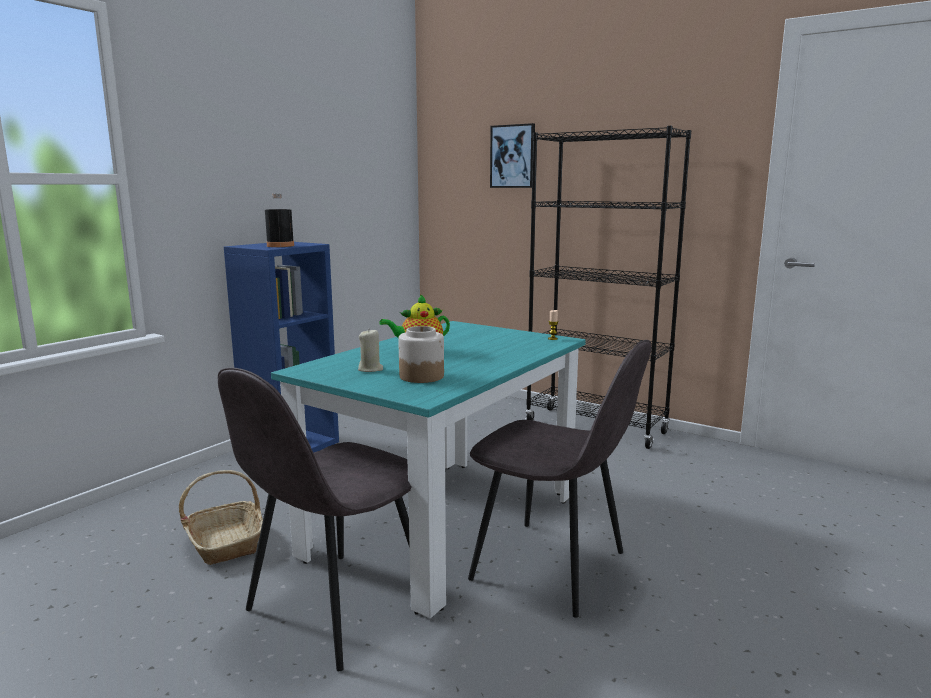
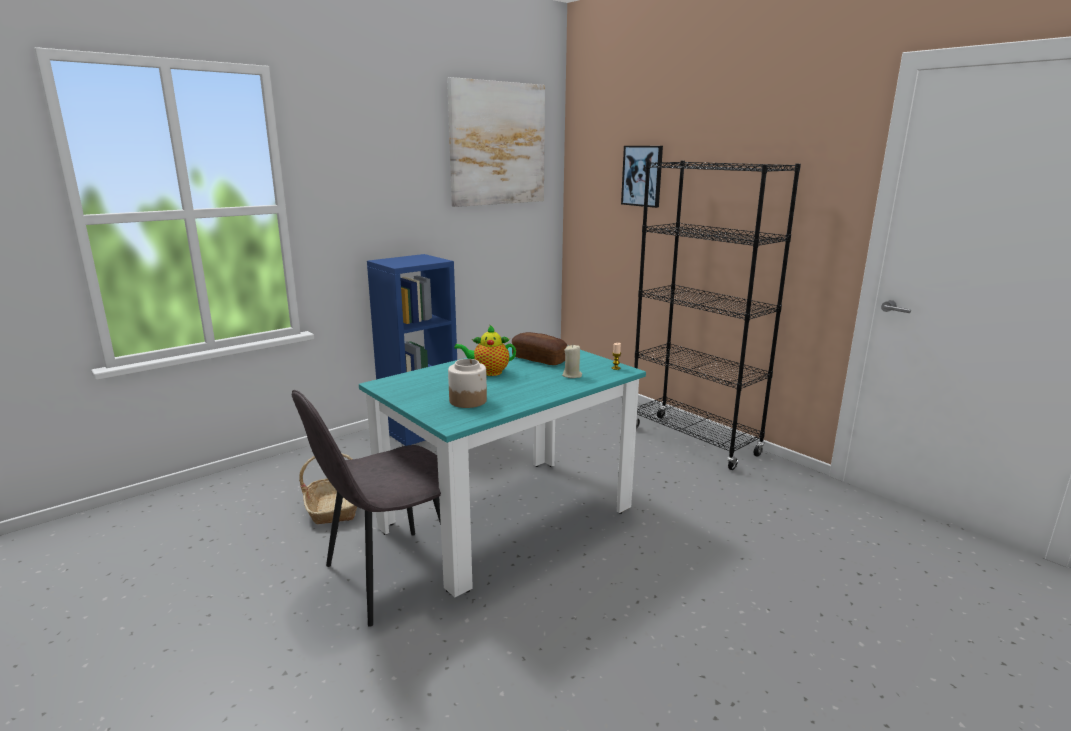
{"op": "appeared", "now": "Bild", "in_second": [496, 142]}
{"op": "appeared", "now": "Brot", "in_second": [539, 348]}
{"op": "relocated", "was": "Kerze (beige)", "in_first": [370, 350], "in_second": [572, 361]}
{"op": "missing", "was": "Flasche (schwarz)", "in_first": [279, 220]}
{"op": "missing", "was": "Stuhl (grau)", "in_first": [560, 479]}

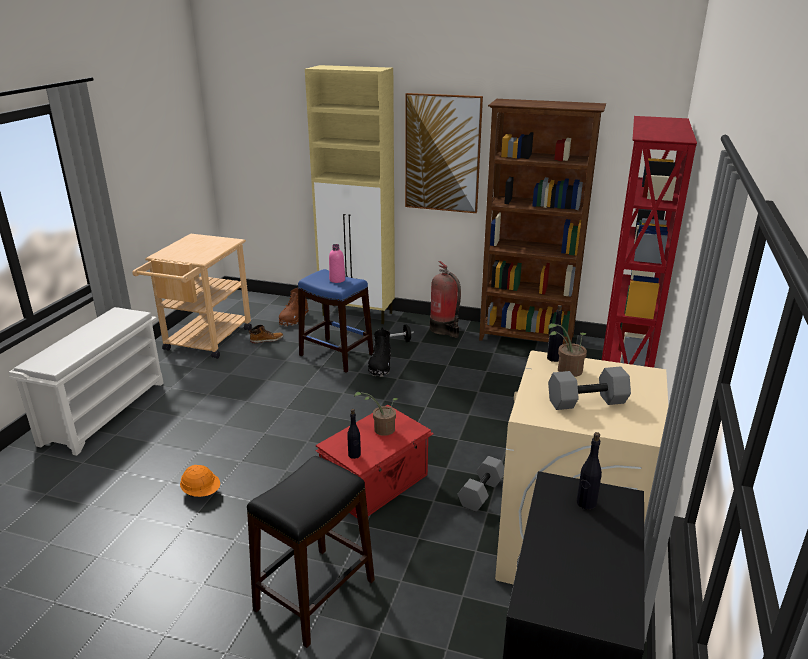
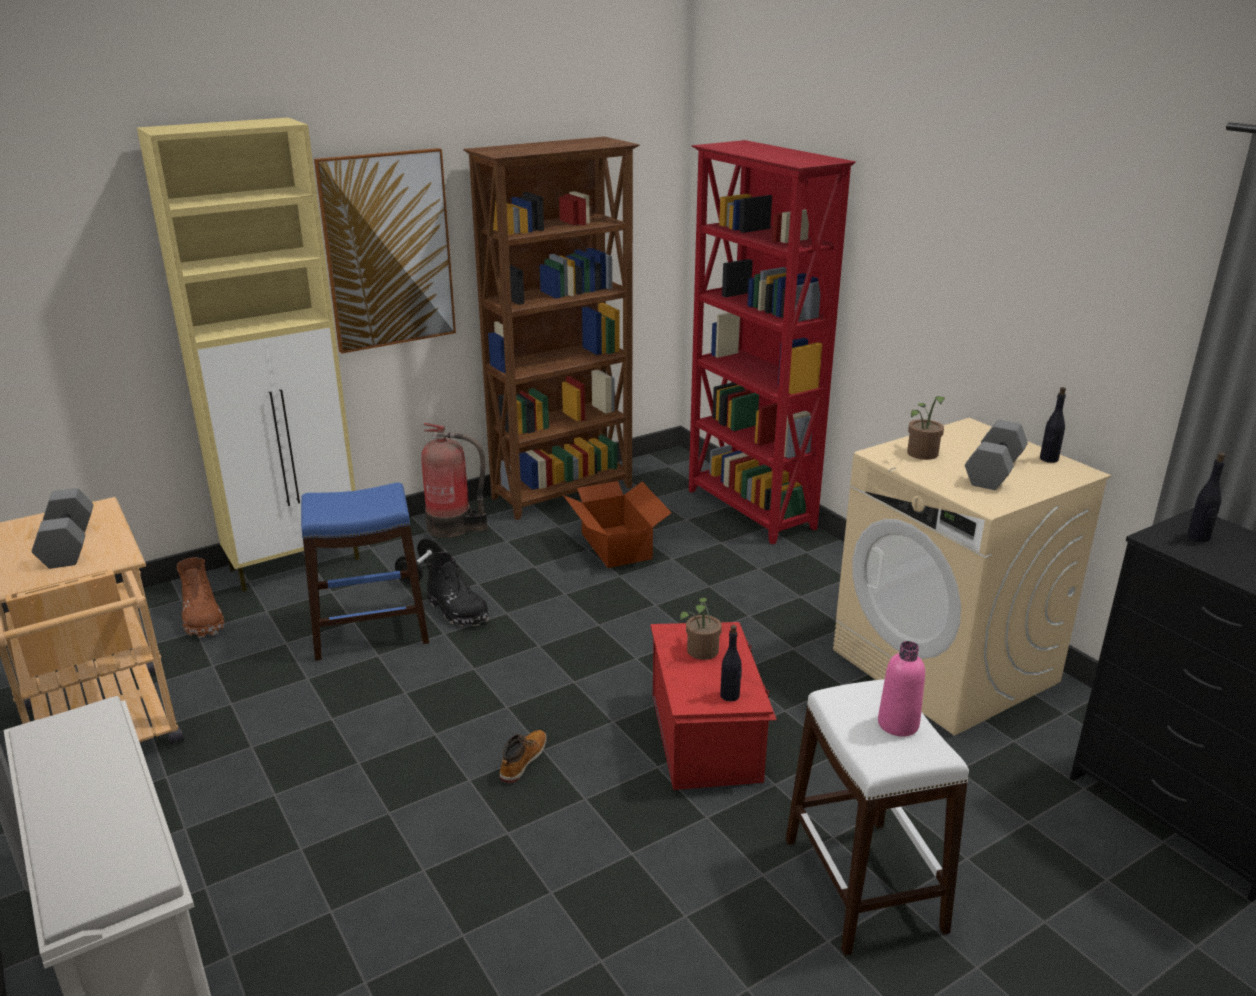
{"op": "relocated", "was": "Hantel (grau)", "in_first": [480, 484], "in_second": [62, 528]}
{"op": "relocated", "was": "Stiefel", "in_first": [266, 334], "in_second": [523, 756]}
{"op": "appeared", "now": "Karton", "in_second": [617, 524]}
{"op": "colour", "was": "Hocker (schwarz)", "now": "Hocker (weiß)", "in_first": [311, 552], "in_second": [877, 817]}
{"op": "relocated", "was": "Flasche (rosa)", "in_first": [337, 263], "in_second": [901, 689]}
{"op": "relocated", "was": "Flasche (schwarz)", "in_first": [555, 333], "in_second": [1053, 425]}
{"op": "missing", "was": "Schutzhelm (orange)", "in_first": [200, 481]}

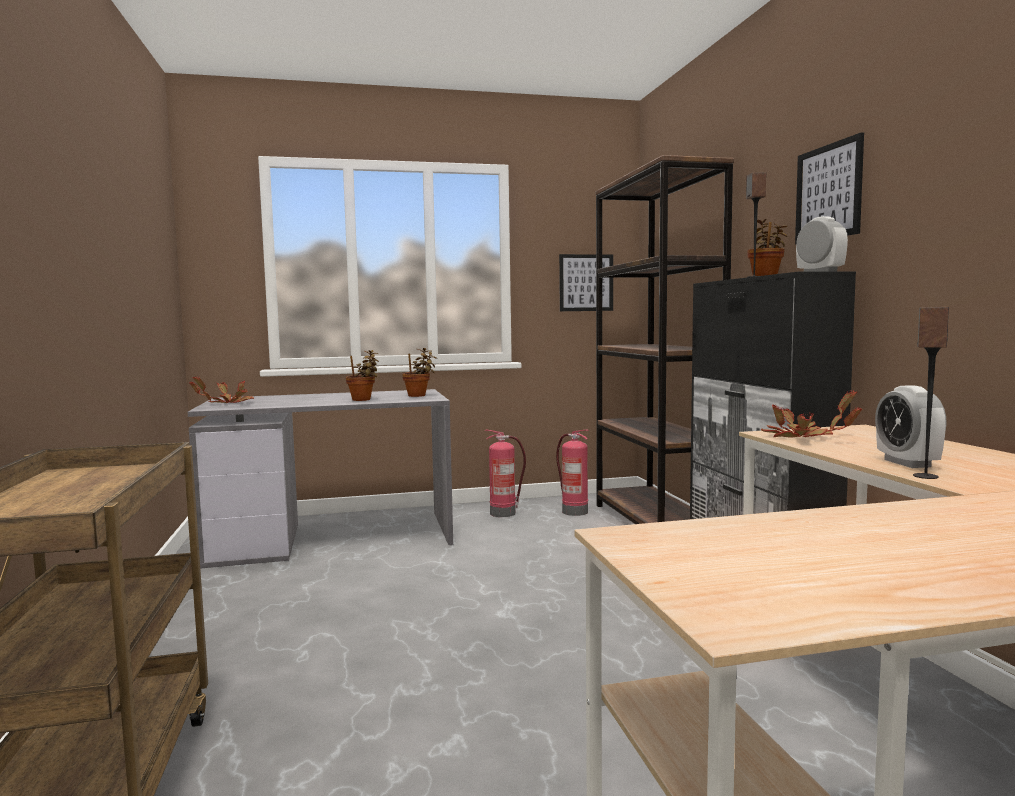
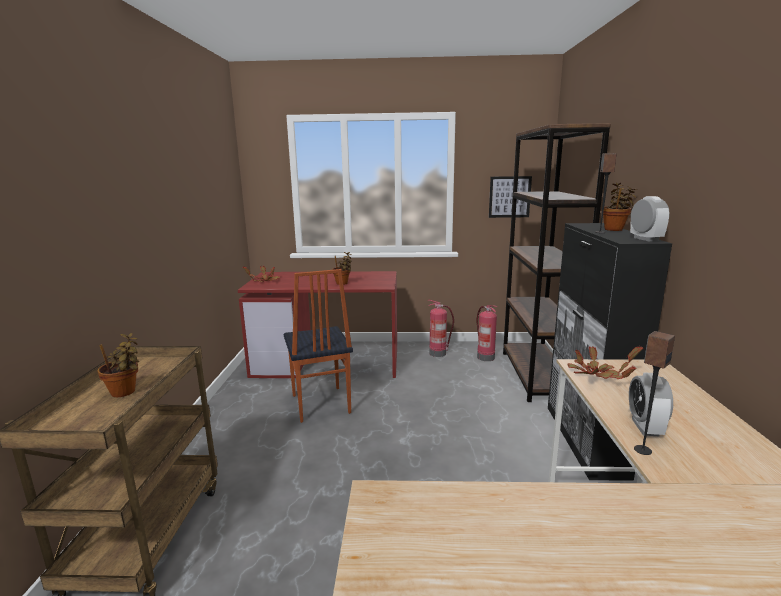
{"op": "relocated", "was": "Topfpflanze", "in_first": [419, 372], "in_second": [118, 365]}
{"op": "colour", "was": "Schreibtisch (grau)", "now": "Schreibtisch (rot)", "in_first": [320, 479], "in_second": [317, 324]}
{"op": "appeared", "now": "Stuhl", "in_second": [318, 346]}
{"op": "missing", "was": "Bild", "in_first": [829, 188]}

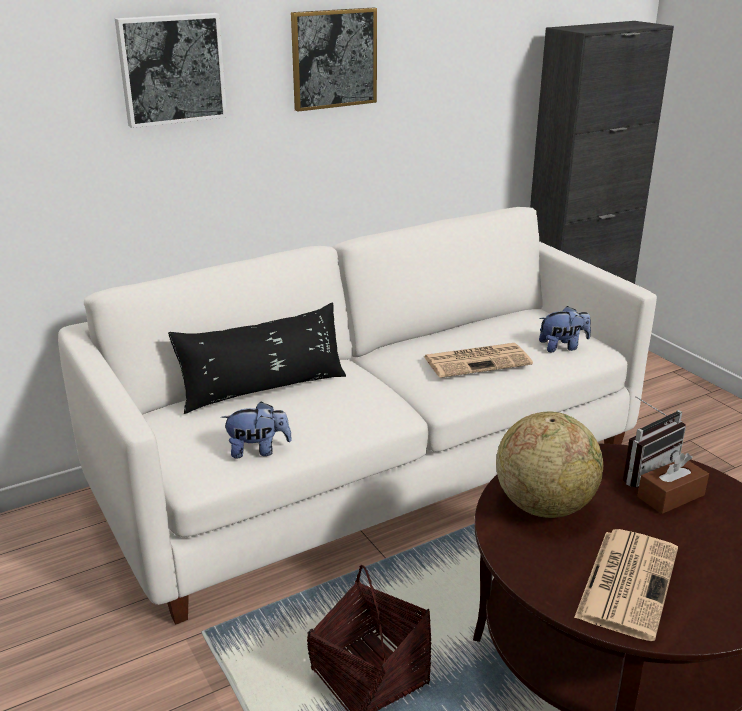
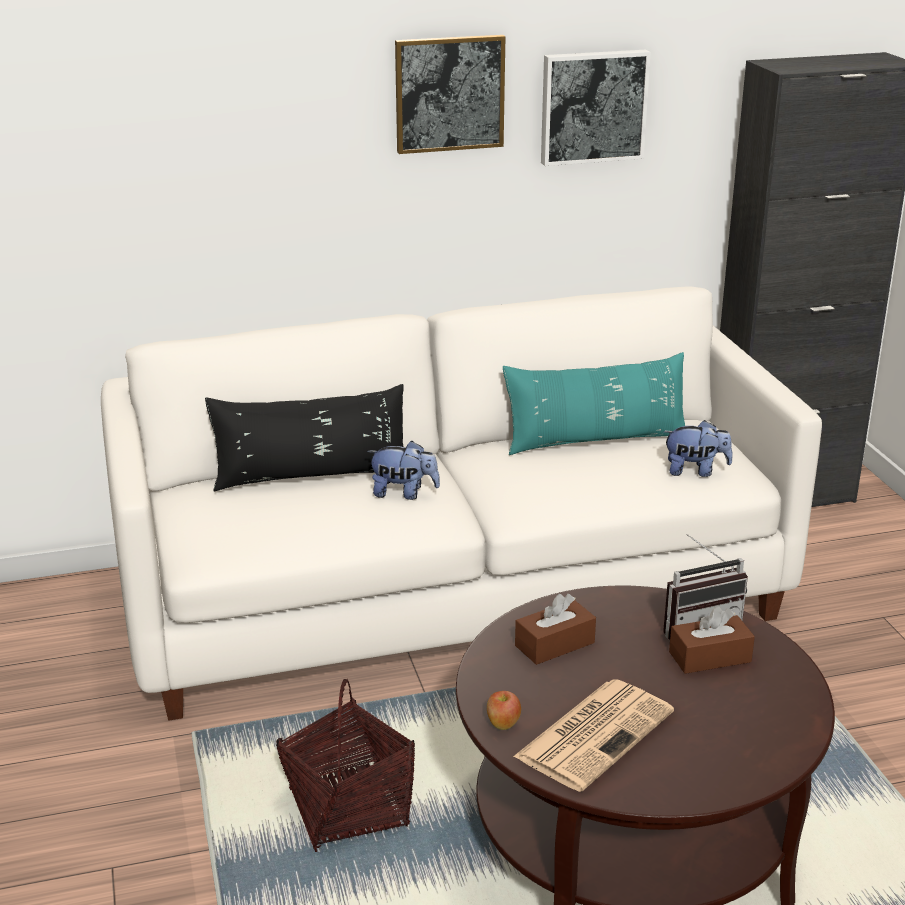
{"op": "relocated", "was": "Plüschtier", "in_first": [256, 429], "in_second": [403, 470]}
{"op": "appeared", "now": "Apfel", "in_second": [504, 710]}
{"op": "appeared", "now": "Kissen (türkis)", "in_second": [594, 403]}
{"op": "exchanged", "was": "Globus", "now": "Taschentuchbox (braun)", "in_first": [549, 465], "in_second": [555, 629]}
{"op": "relocated", "was": "Bild", "in_first": [171, 70], "in_second": [596, 108]}
{"op": "missing", "was": "Zeitung", "in_first": [478, 360]}

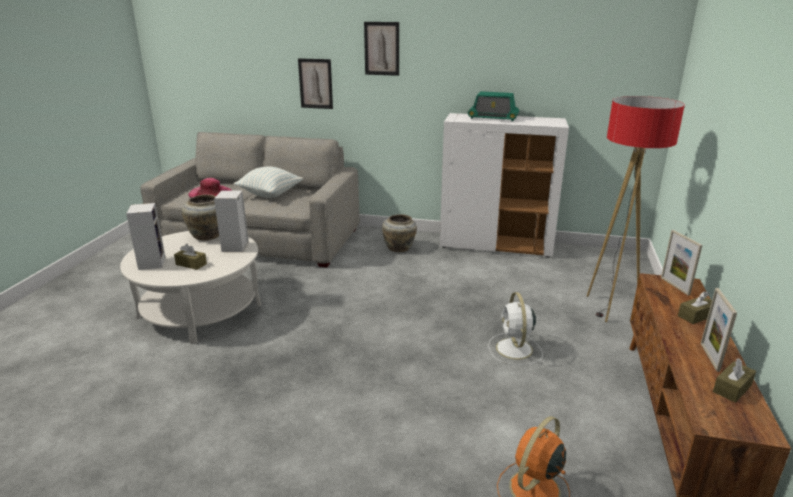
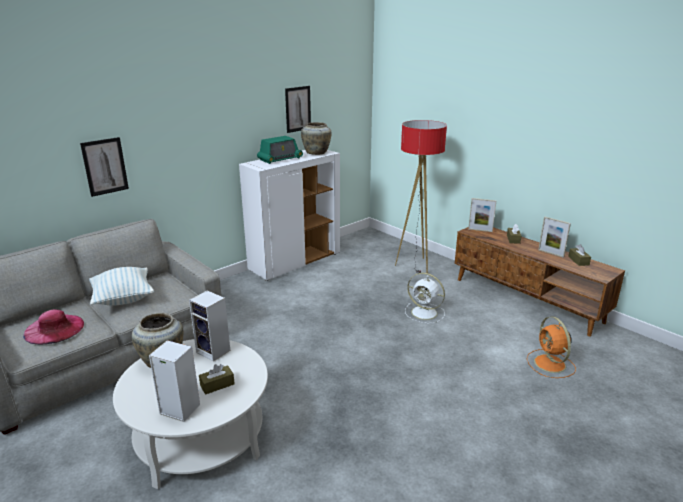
{"op": "relocated", "was": "Bild", "in_first": [381, 49], "in_second": [298, 109]}
{"op": "relocated", "was": "Vase (beige)", "in_first": [399, 233], "in_second": [316, 138]}

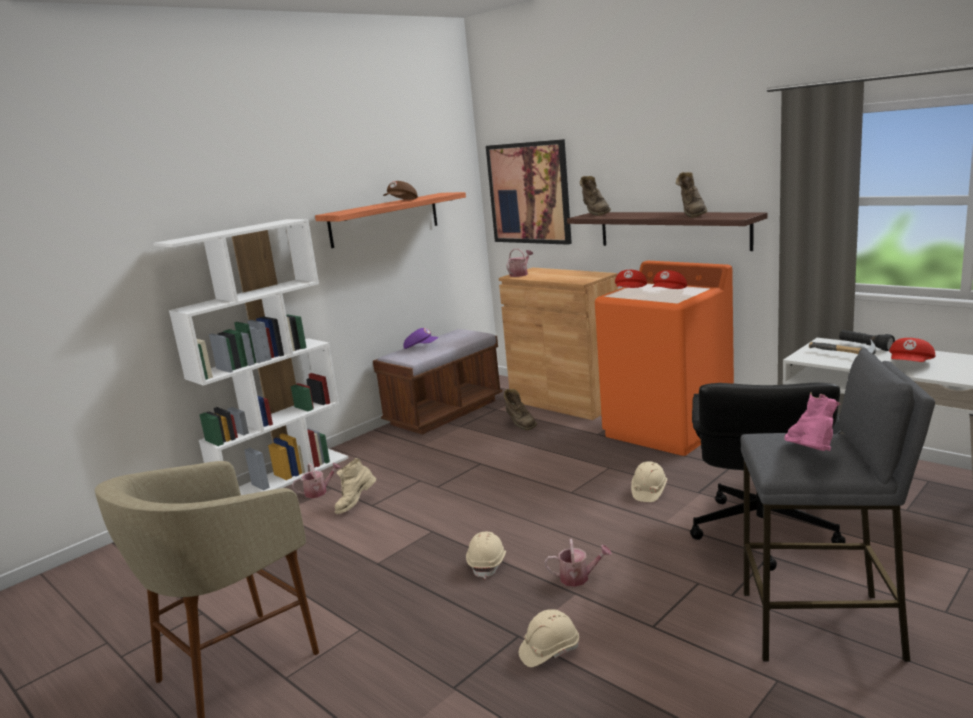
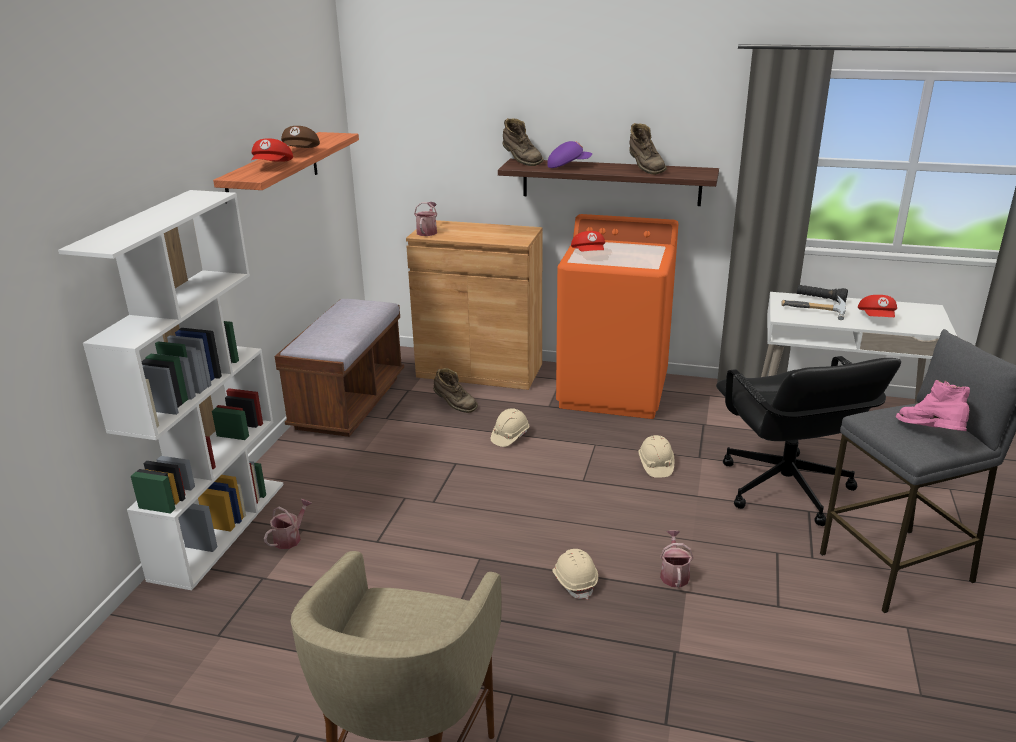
{"op": "relocated", "was": "Kappe (rot)", "in_first": [670, 279], "in_second": [272, 150]}
{"op": "relocated", "was": "Schutzhelm (beige)", "in_first": [549, 638], "in_second": [510, 427]}
{"op": "relocated", "was": "Kappe (lila)", "in_first": [421, 338], "in_second": [569, 154]}
{"op": "spun", "was": "Gießkanne", "in_first": [578, 563], "in_second": [676, 559], "clockwise": -60}
{"op": "missing", "was": "Stiefel (beige)", "in_first": [355, 486]}
{"op": "missing", "was": "Bild", "in_first": [529, 192]}

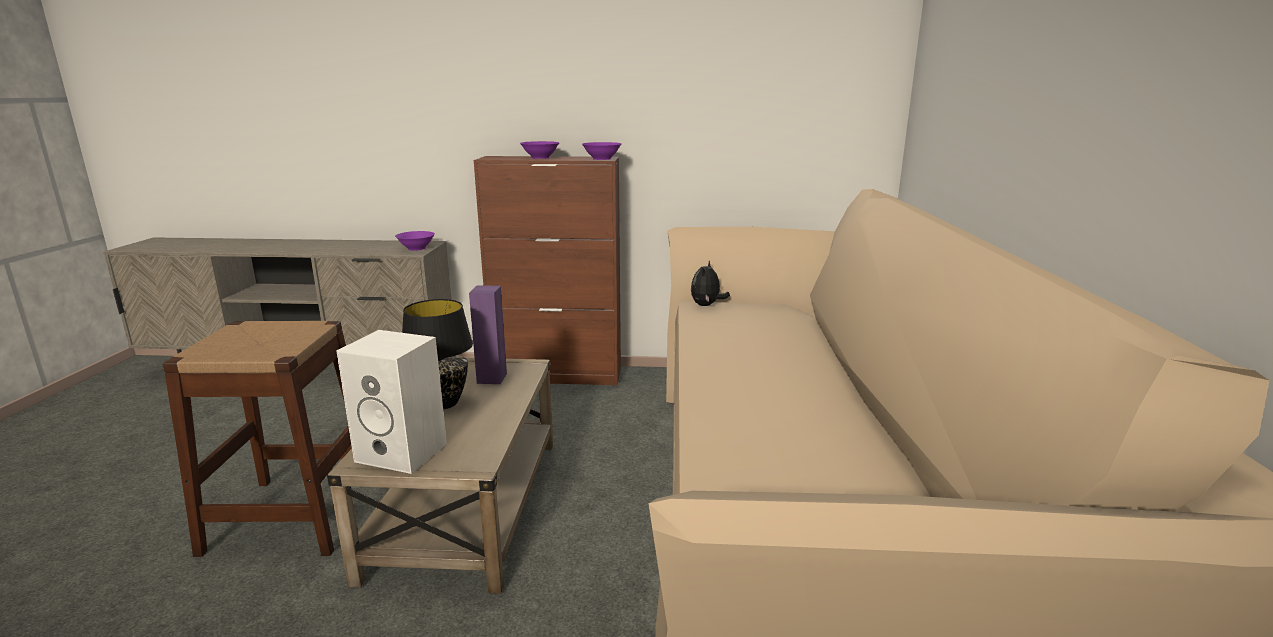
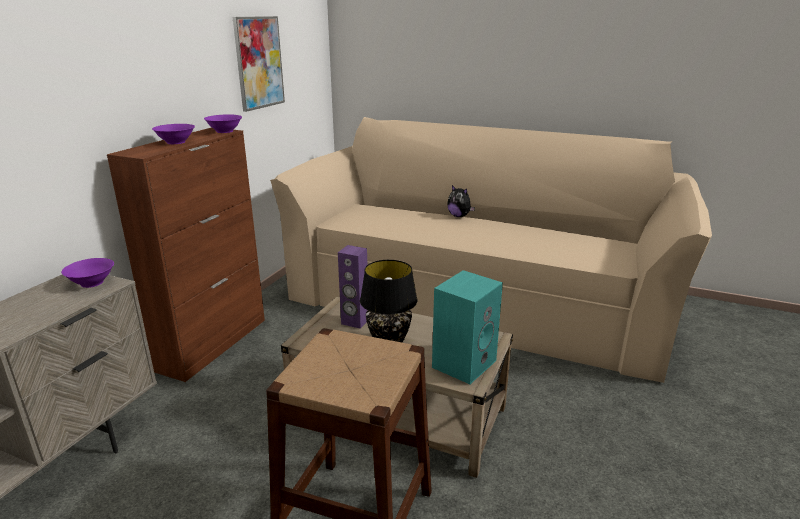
{"op": "appeared", "now": "Bild", "in_second": [259, 64]}
{"op": "colour", "was": "Lautsprecher (weiß)", "now": "Lautsprecher (türkis)", "in_first": [391, 402], "in_second": [467, 327]}
{"op": "relocated", "was": "Plüschtier", "in_first": [710, 283], "in_second": [461, 201]}

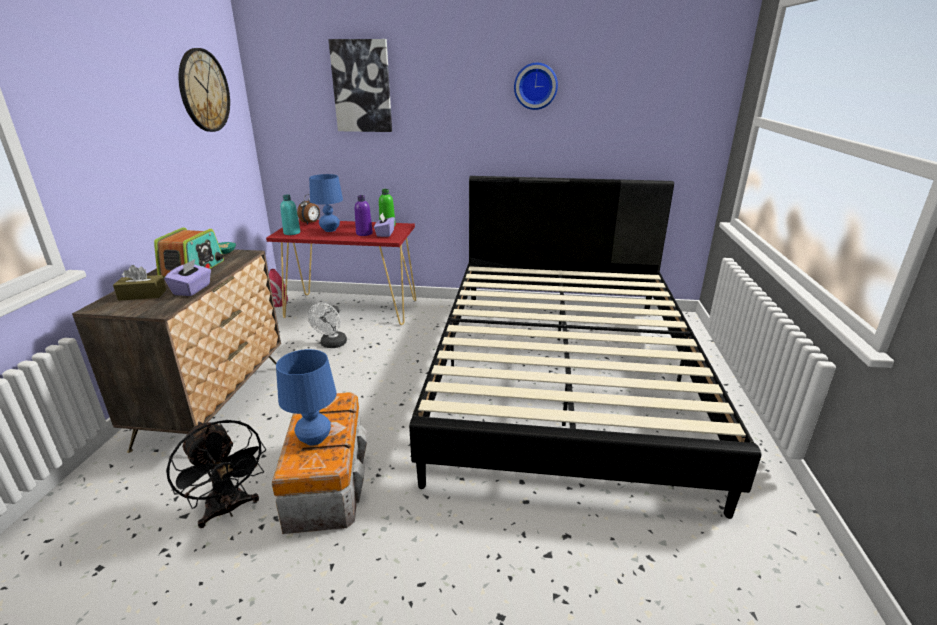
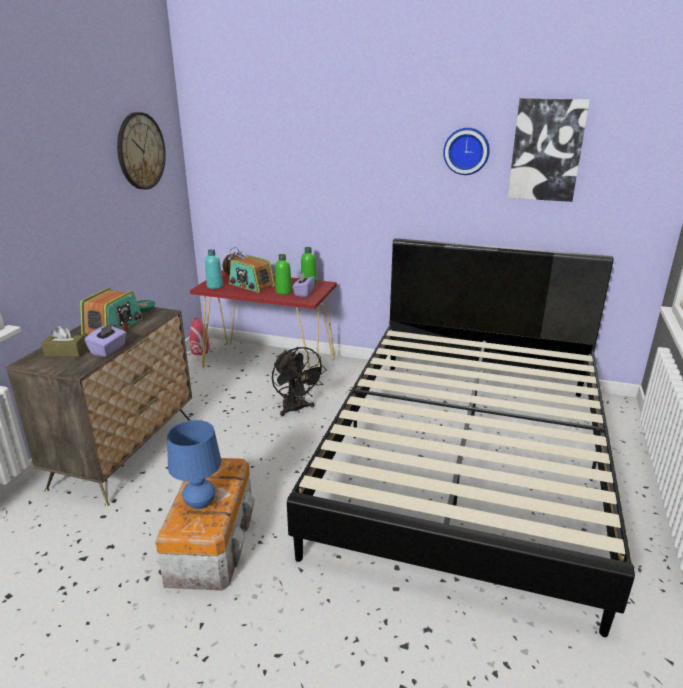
{"op": "exchanged", "was": "Tischlampe (blau)", "now": "Radio", "in_first": [326, 203], "in_second": [252, 274]}
{"op": "relocated", "was": "Ventilator (schwarz)", "in_first": [216, 474], "in_second": [299, 381]}
{"op": "colour", "was": "Flasche (lila)", "now": "Flasche (grün)", "in_first": [364, 215], "in_second": [283, 274]}
{"op": "relocated", "was": "Bild", "in_first": [360, 85], "in_second": [549, 150]}
{"op": "missing", "was": "Ventilator (weiß)", "in_first": [327, 325]}

